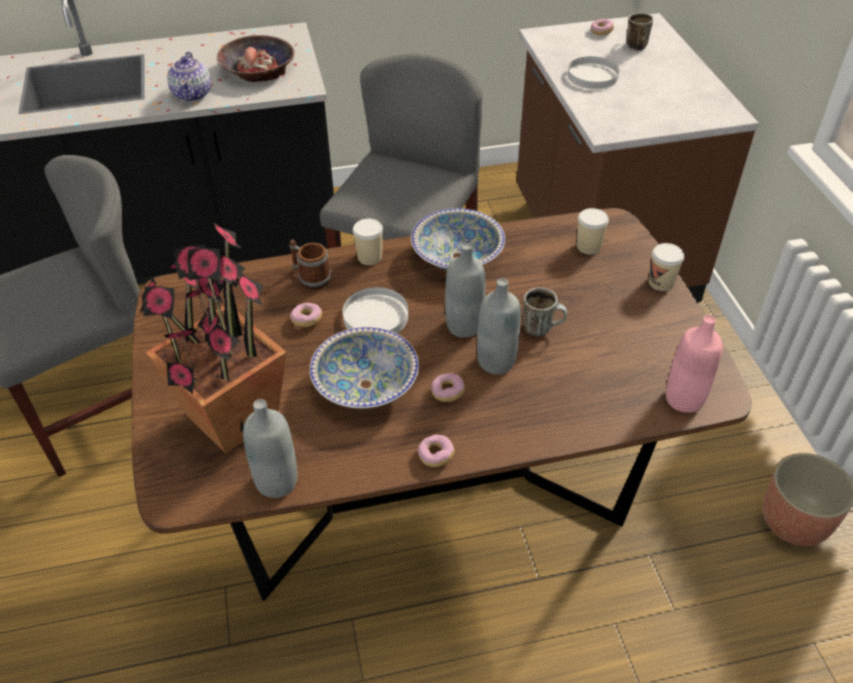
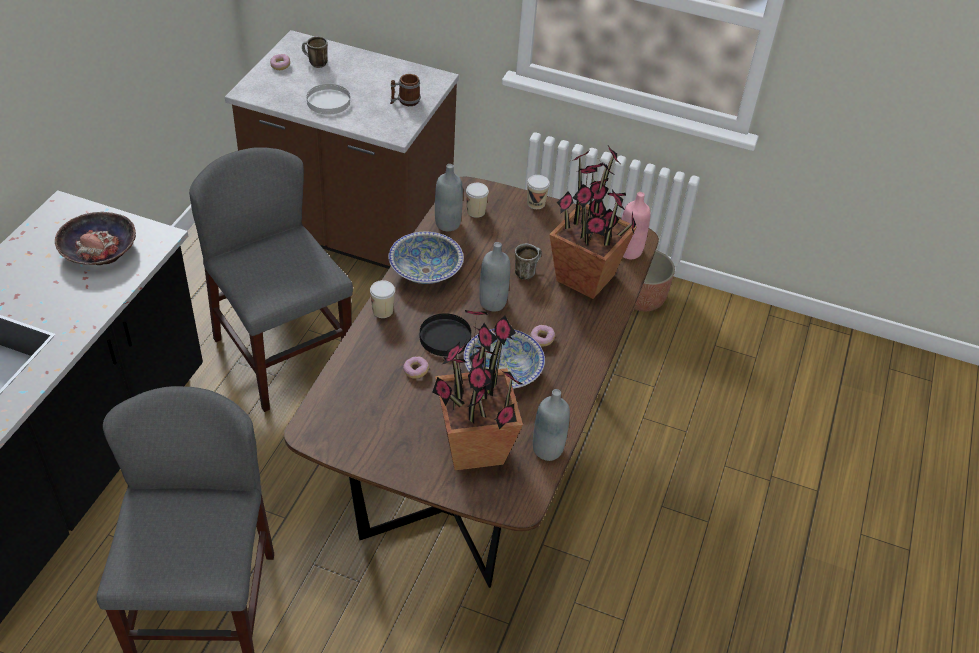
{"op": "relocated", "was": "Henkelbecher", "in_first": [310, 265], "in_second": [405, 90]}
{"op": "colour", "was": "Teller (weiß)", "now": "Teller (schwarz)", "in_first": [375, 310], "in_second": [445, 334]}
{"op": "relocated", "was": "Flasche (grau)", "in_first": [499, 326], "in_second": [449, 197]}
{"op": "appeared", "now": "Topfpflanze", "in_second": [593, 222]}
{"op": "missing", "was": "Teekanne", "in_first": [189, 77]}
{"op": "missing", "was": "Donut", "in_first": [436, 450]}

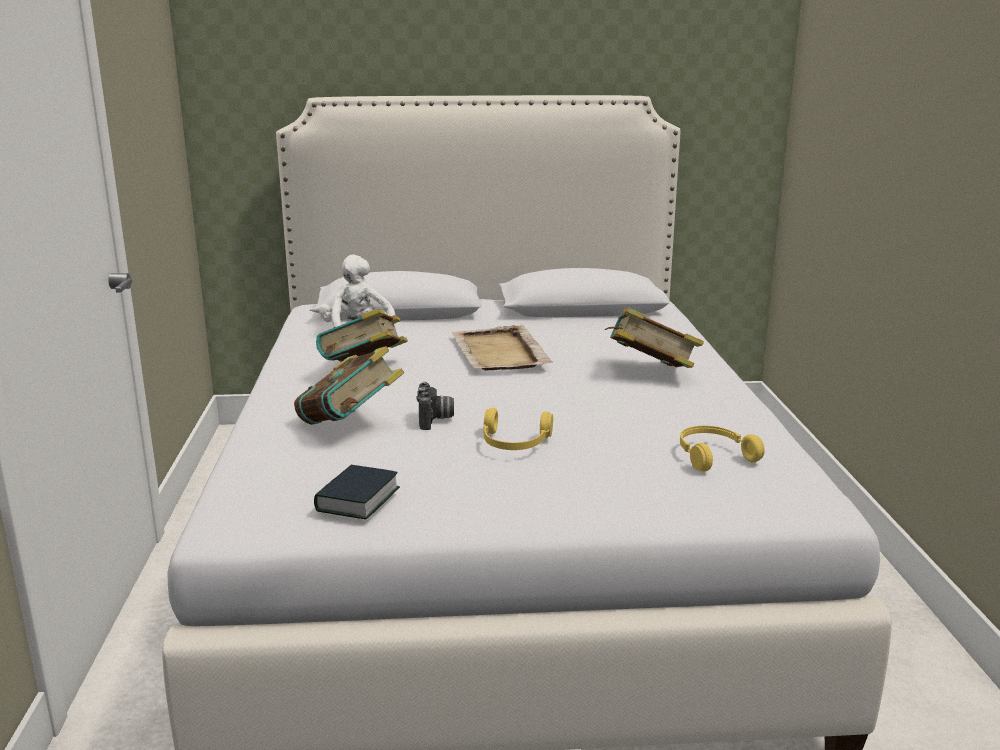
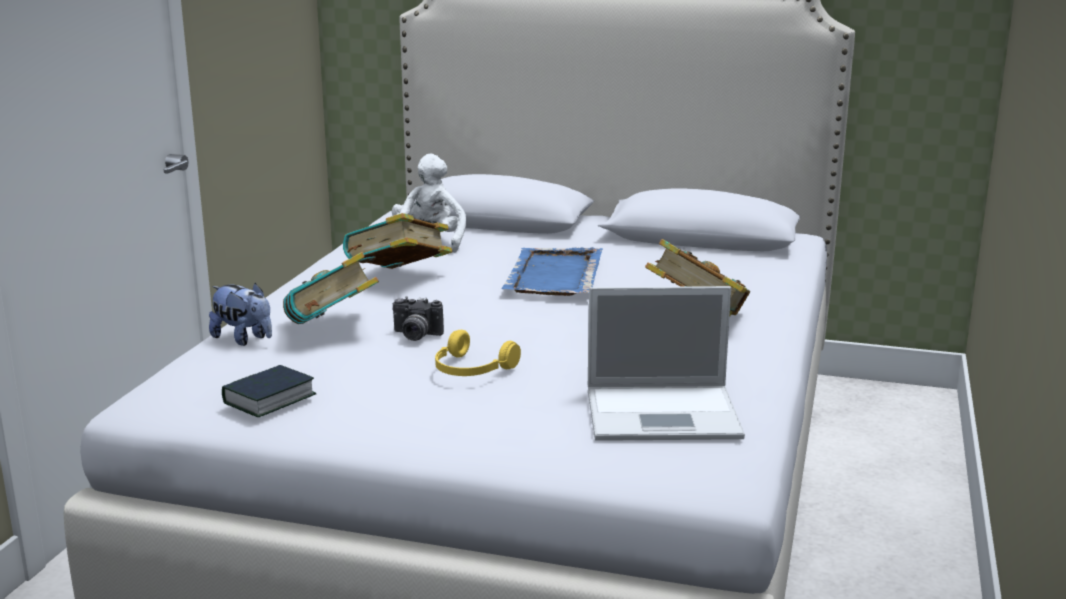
{"op": "appeared", "now": "Plüschtier", "in_second": [240, 314]}
{"op": "spun", "was": "Kamera", "in_first": [435, 406], "in_second": [418, 319], "clockwise": 90}
{"op": "colour", "was": "Tablett (beige)", "now": "Tablett (blau)", "in_first": [502, 347], "in_second": [552, 271]}
{"op": "exchanged", "was": "Kopfhörer (gelb)", "now": "Laptop", "in_first": [722, 449], "in_second": [666, 363]}

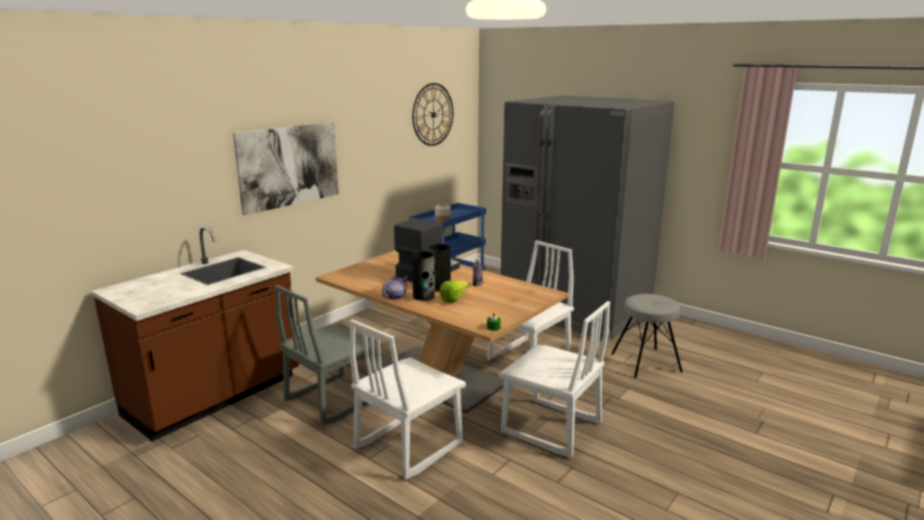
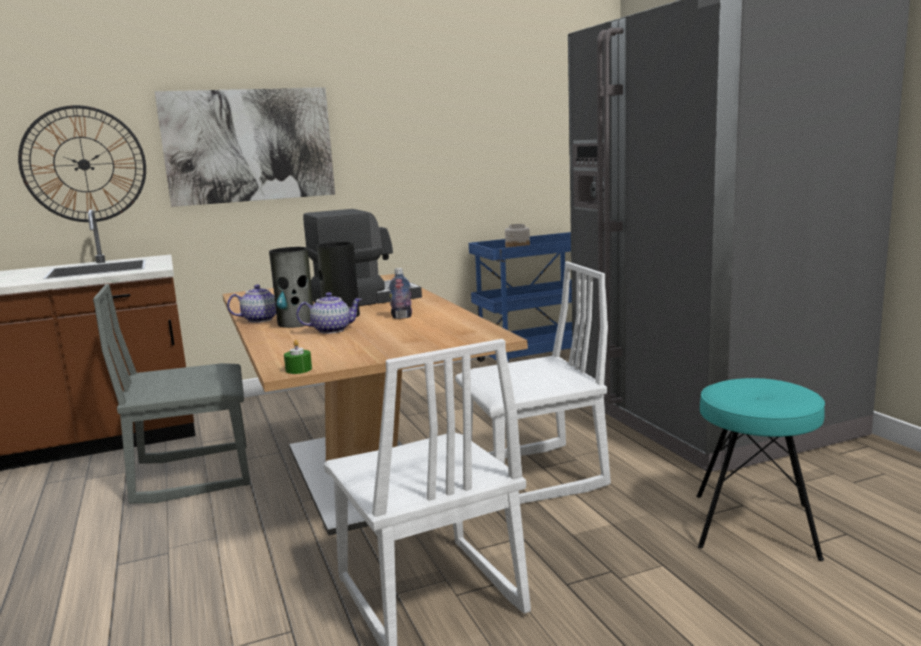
{"op": "relocated", "was": "Wanduhr", "in_first": [432, 114], "in_second": [82, 163]}
{"op": "exchanged", "was": "Salatkopf", "now": "Teekanne", "in_first": [454, 292], "in_second": [329, 313]}
{"op": "colour", "was": "Hocker (grau)", "now": "Hocker (türkis)", "in_first": [647, 336], "in_second": [760, 469]}
{"op": "missing", "was": "Stuhl (weiß)", "in_first": [408, 399]}

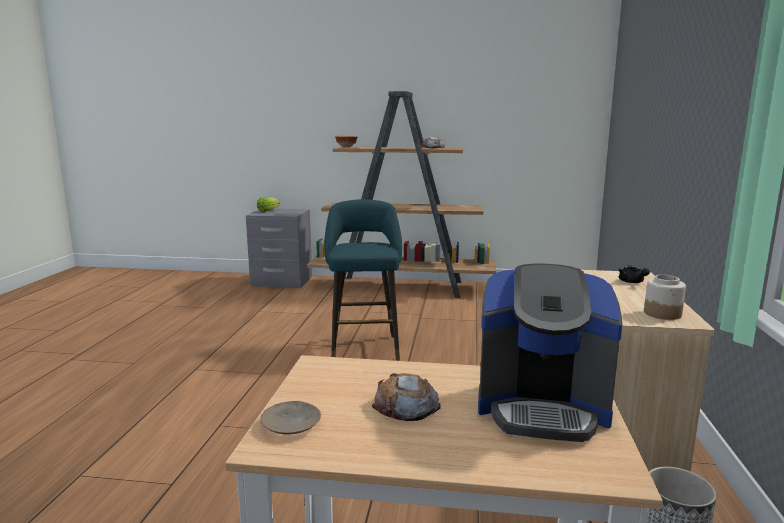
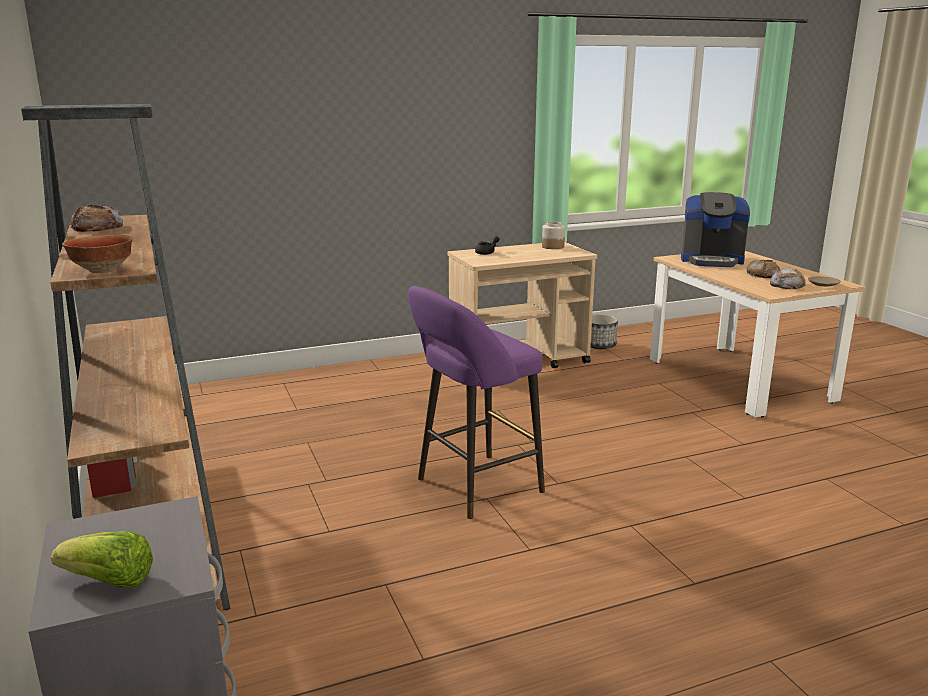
{"op": "colour", "was": "Hocker (türkis)", "now": "Hocker (lila)", "in_first": [363, 280], "in_second": [476, 402]}
{"op": "spun", "was": "Kaffeemaschine", "in_first": [550, 353], "in_second": [715, 229], "clockwise": 120}
{"op": "appeared", "now": "Brot", "in_second": [788, 278]}

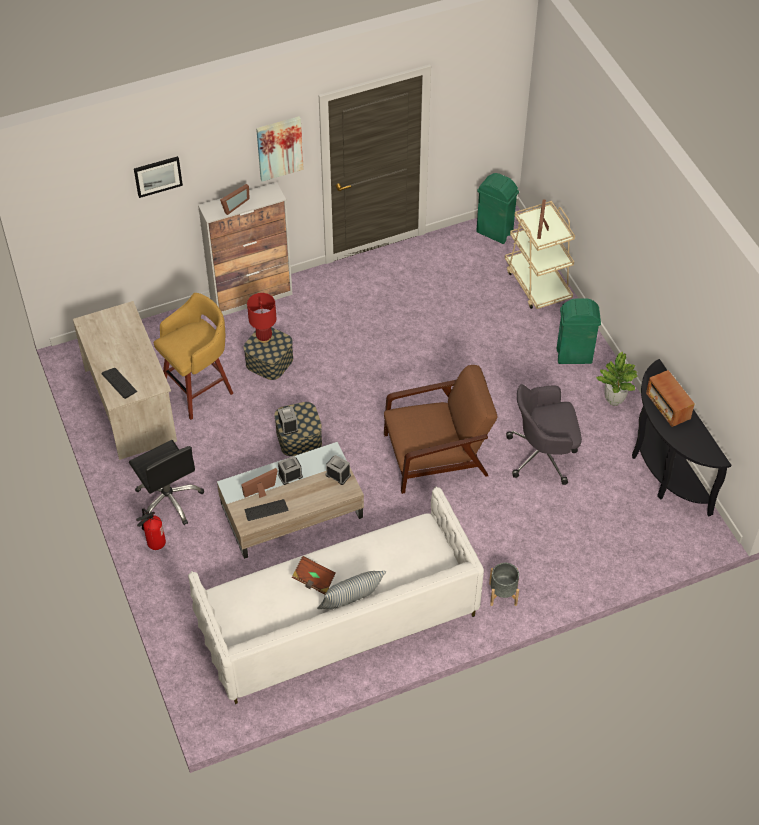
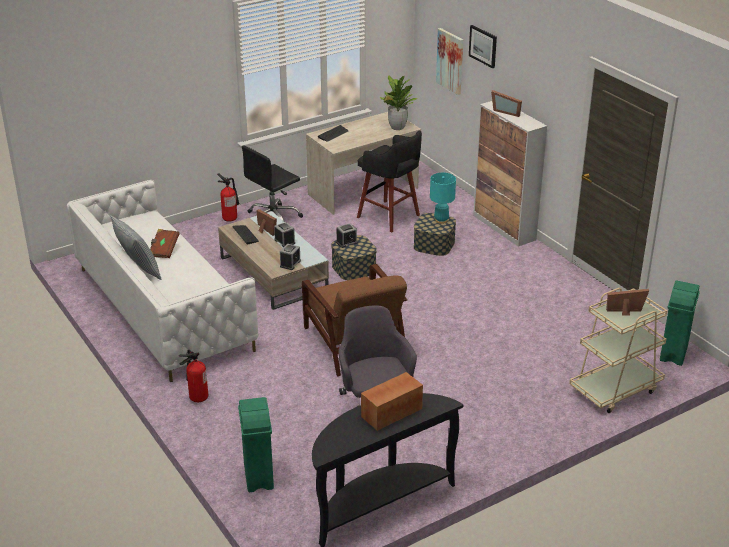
{"op": "exchanged", "was": "Pflanzkübel (grau)", "now": "Feuerlöscher", "in_first": [504, 584], "in_second": [193, 376]}
{"op": "relocated", "was": "Mülleimer (grün)", "in_first": [579, 331], "in_second": [256, 444]}
{"op": "colour", "was": "Hocker (gelb)", "now": "Hocker (schwarz)", "in_first": [193, 356], "in_second": [389, 181]}
{"op": "relocated", "was": "Topfpflanze", "in_first": [617, 379], "in_second": [398, 102]}
{"op": "colour", "was": "Tischlampe (rot)", "now": "Tischlampe (türkis)", "in_first": [261, 318], "in_second": [443, 198]}
{"op": "relocated", "was": "Bild", "in_first": [280, 149], "in_second": [449, 61]}

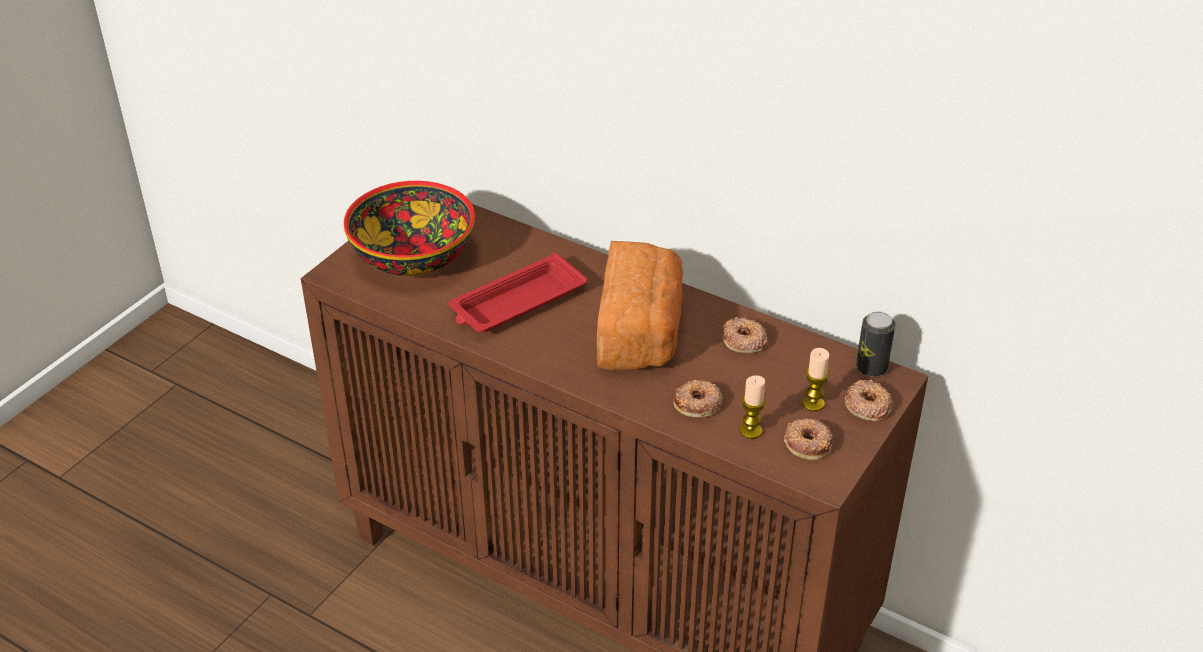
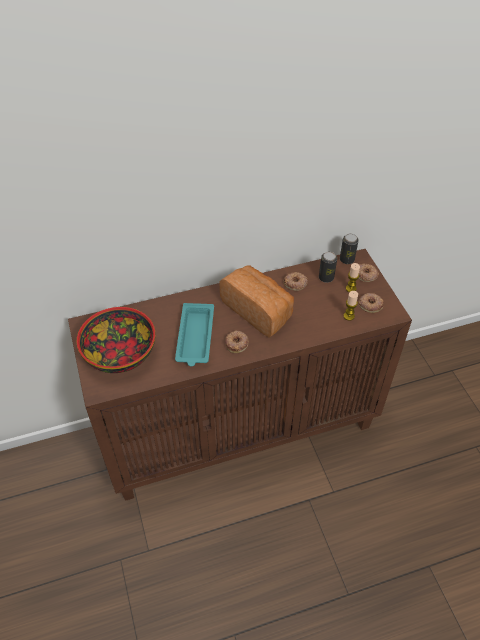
{"op": "colour", "was": "Tablett (rot)", "now": "Tablett (türkis)", "in_first": [518, 293], "in_second": [194, 335]}
{"op": "relocated", "was": "Donut", "in_first": [698, 398], "in_second": [237, 342]}
{"op": "appeared", "now": "Dose", "in_second": [328, 267]}

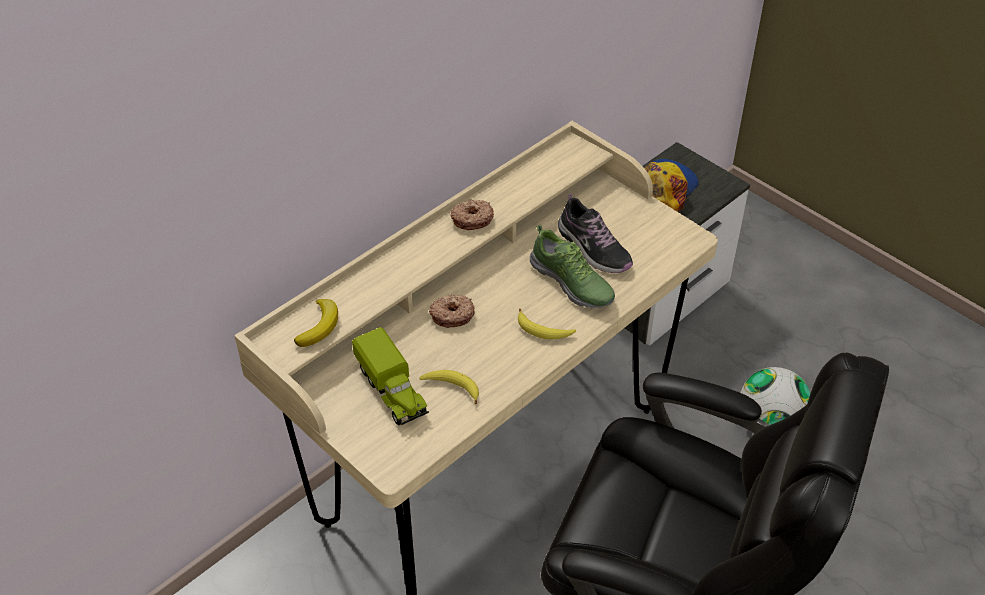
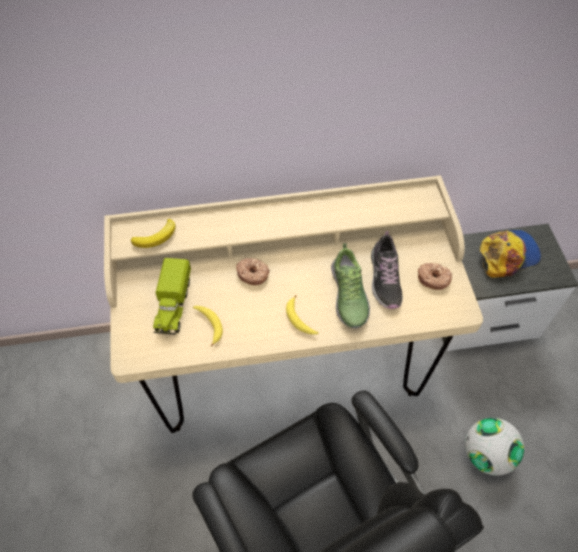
{"op": "relocated", "was": "Donut", "in_first": [472, 215], "in_second": [435, 276]}

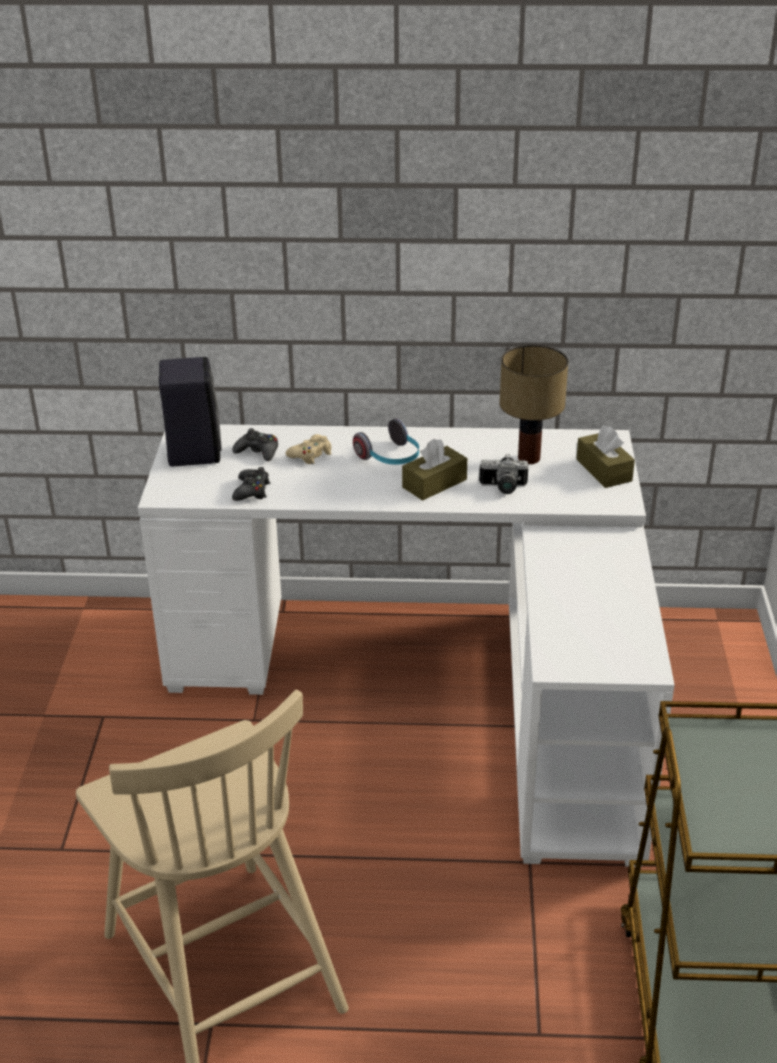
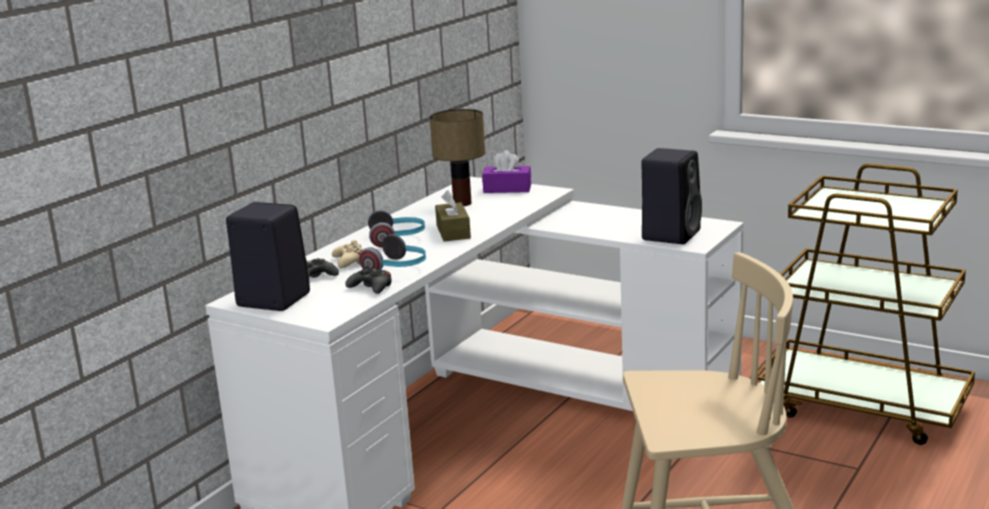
{"op": "appeared", "now": "Kopfhörer", "in_second": [392, 252]}
{"op": "colour", "was": "Taschentuchbox (braun)", "now": "Taschentuchbox (lila)", "in_first": [605, 456], "in_second": [506, 171]}
{"op": "appeared", "now": "Lautsprecher (schwarz)", "in_second": [671, 196]}
{"op": "missing", "was": "Kamera", "in_first": [503, 474]}

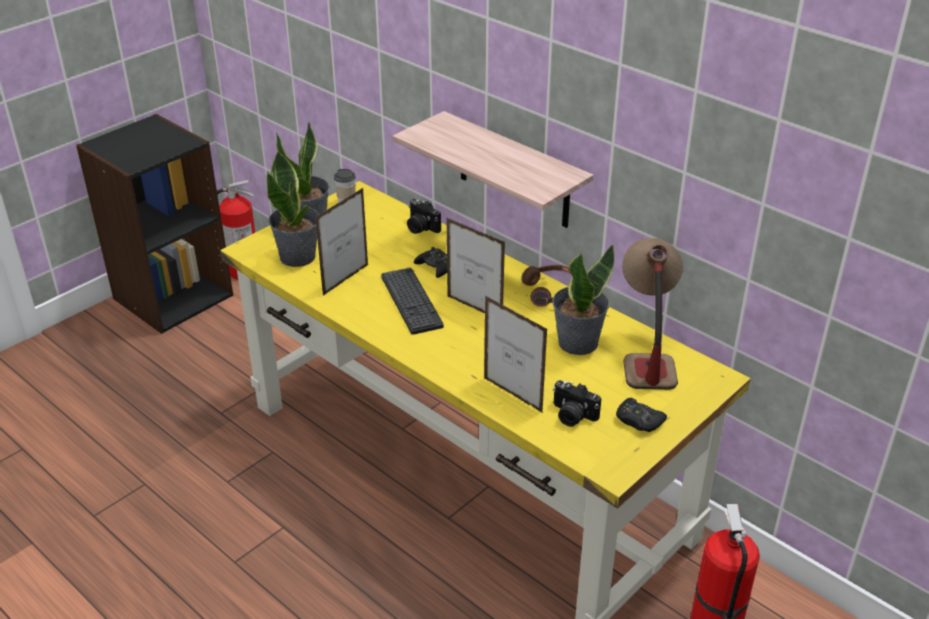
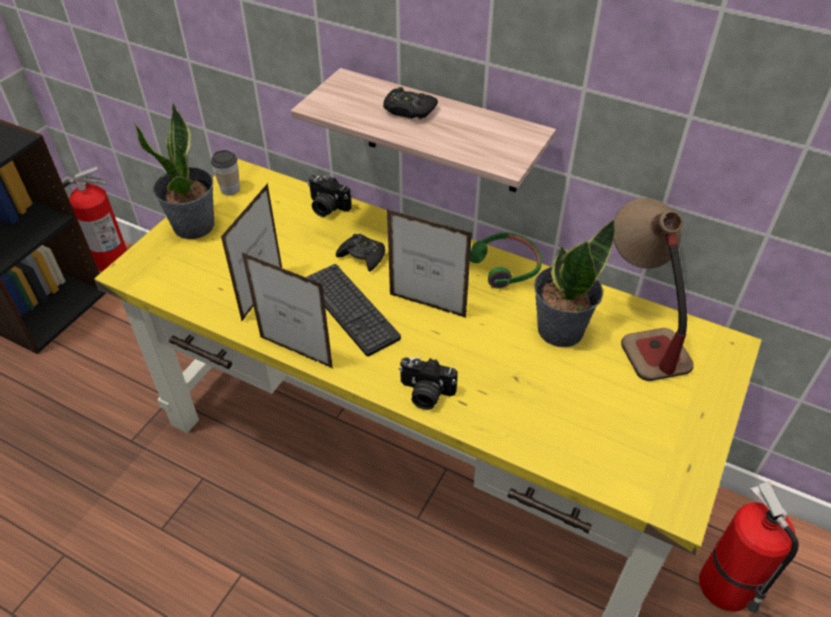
{"op": "relocated", "was": "Bilderrahmen", "in_first": [516, 354], "in_second": [287, 310]}
{"op": "relocated", "was": "Gamepad (schwarz)", "in_first": [641, 415], "in_second": [410, 103]}
{"op": "relocated", "was": "Kamera", "in_first": [577, 403], "in_second": [428, 383]}
{"op": "colour", "was": "Kopfhörer (braun)", "now": "Kopfhörer (grün)", "in_first": [546, 286], "in_second": [506, 260]}
{"op": "missing", "was": "Topfpflanze", "in_first": [292, 209]}

